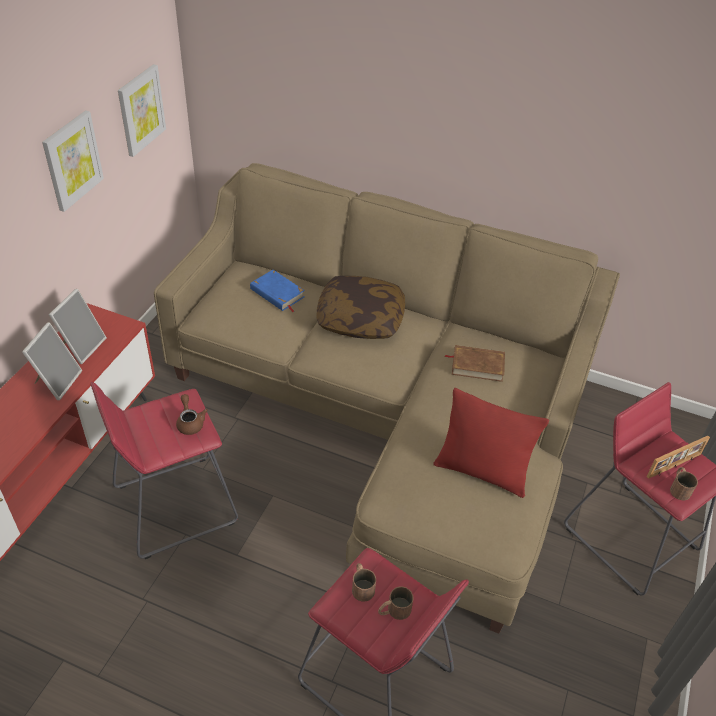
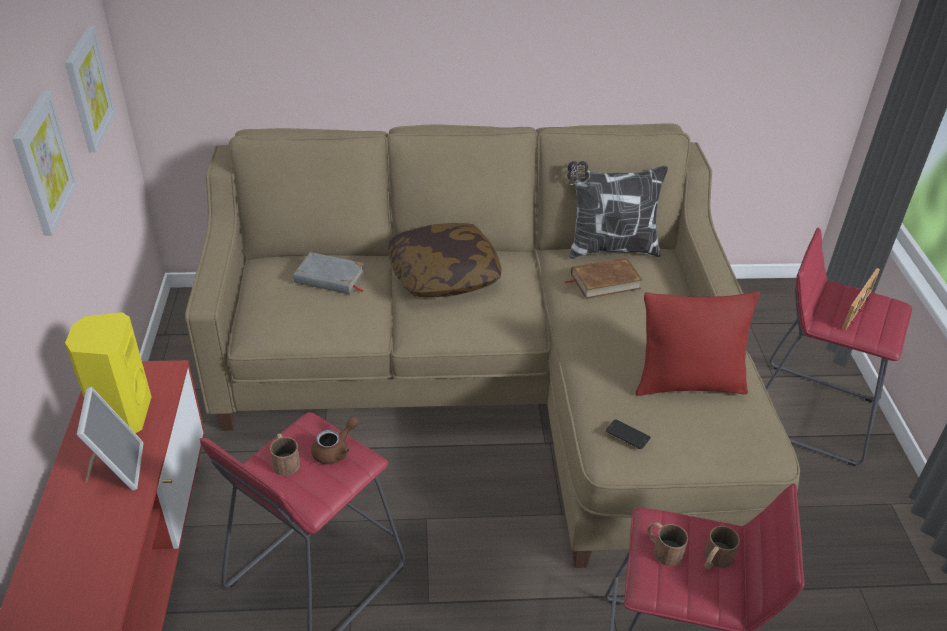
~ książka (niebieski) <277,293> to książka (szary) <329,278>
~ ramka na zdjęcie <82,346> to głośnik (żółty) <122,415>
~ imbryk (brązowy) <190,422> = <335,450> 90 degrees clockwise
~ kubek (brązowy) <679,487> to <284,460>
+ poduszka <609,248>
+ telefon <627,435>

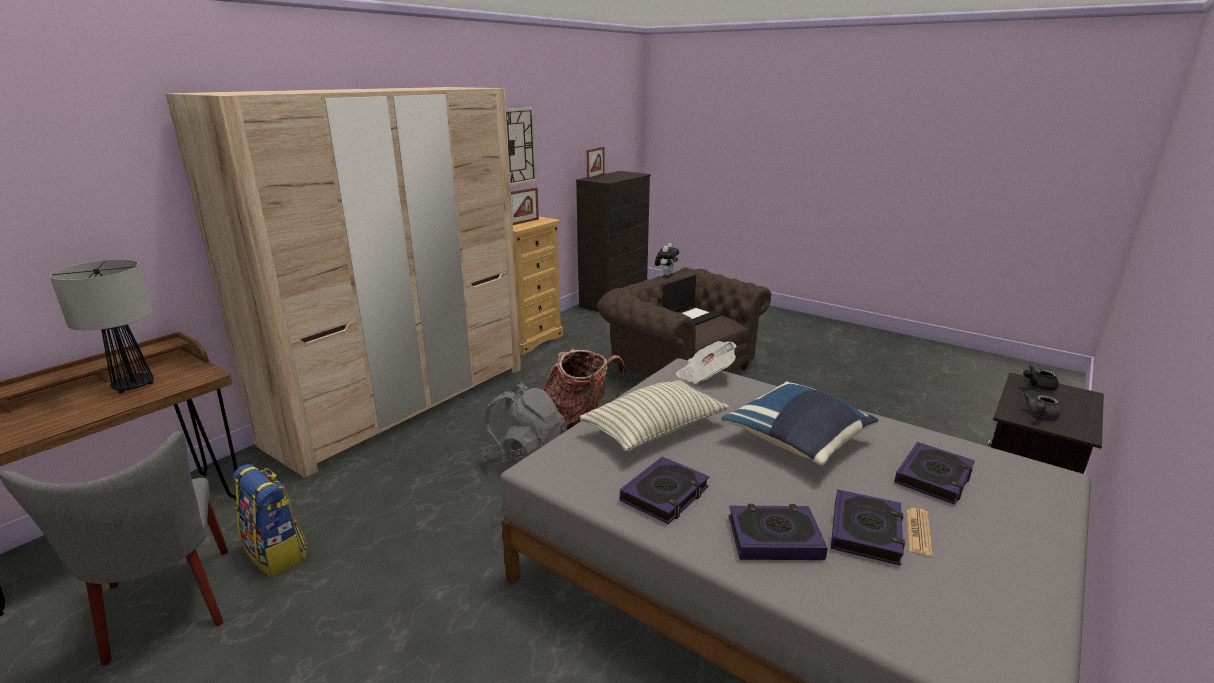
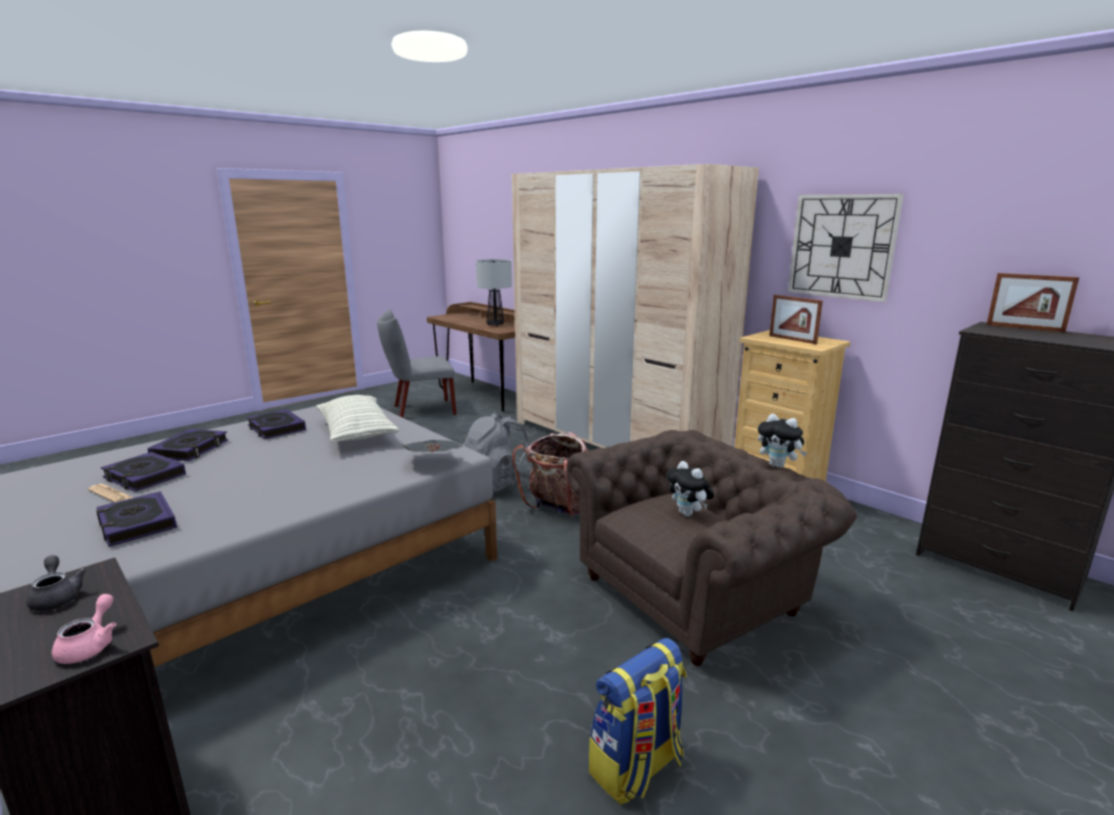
~ laptop <691,316> to pluszak <688,514>
~ imbryk (czarny) <1038,386> to imbryk (różowy) <90,645>
- poduszka (niebieski) <798,441>
~ plecak <277,553> to <637,768>

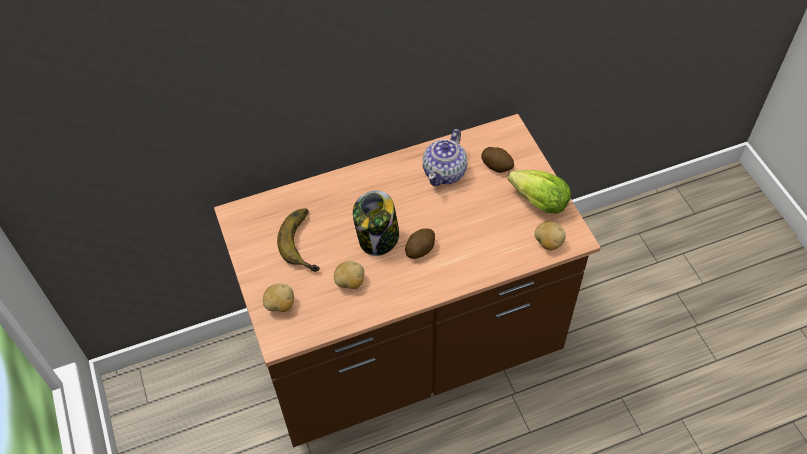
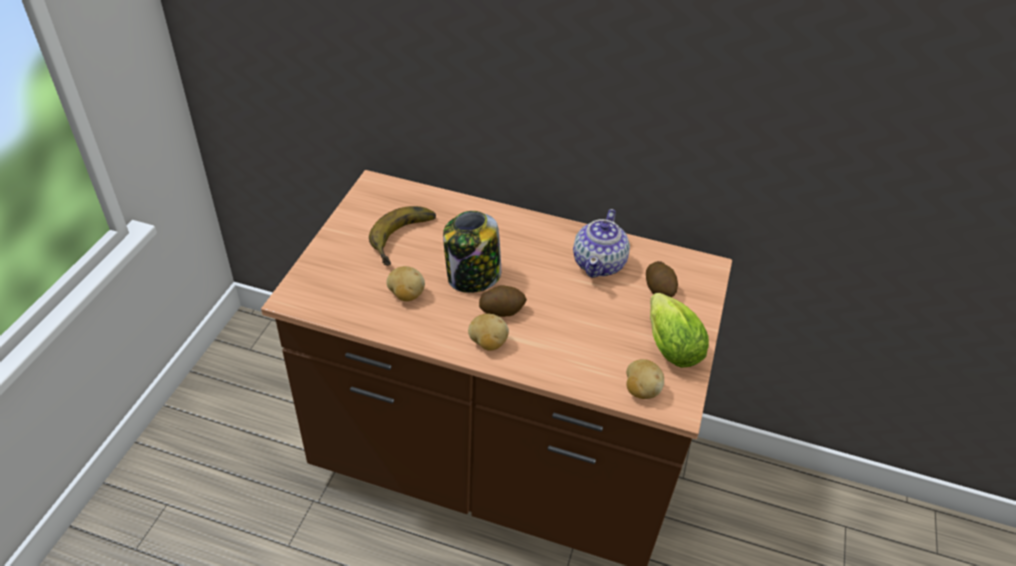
~ imbryk <445,172> = <599,263> 45 degrees counterclockwise
~ ziemniak <280,305> to <487,343>

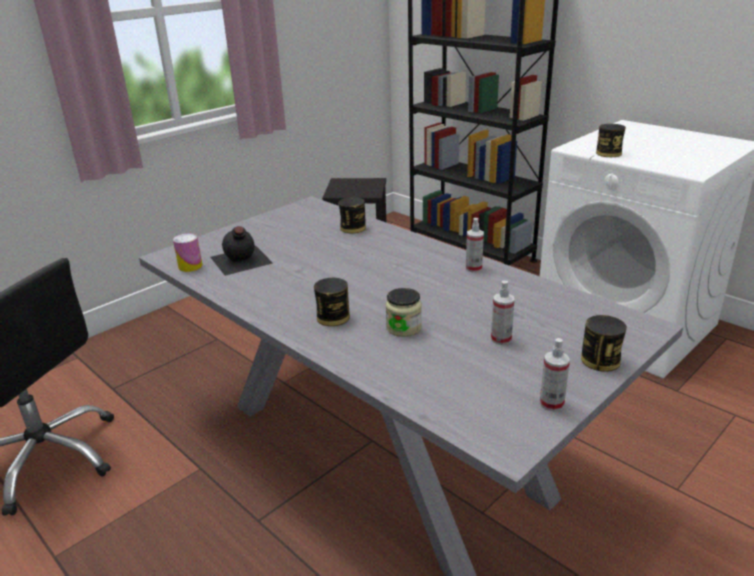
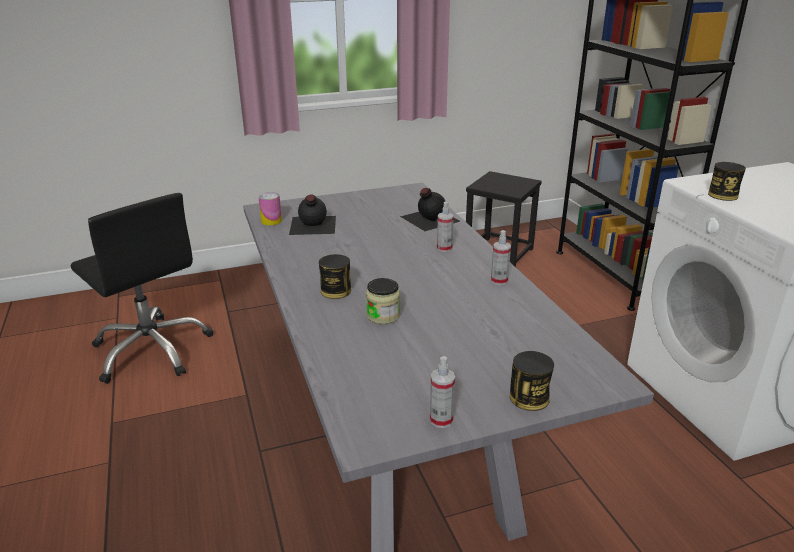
~ puszka <353,228> to butelka (czarny) <428,218>
~ spryskiwacz <501,339> to <444,248>

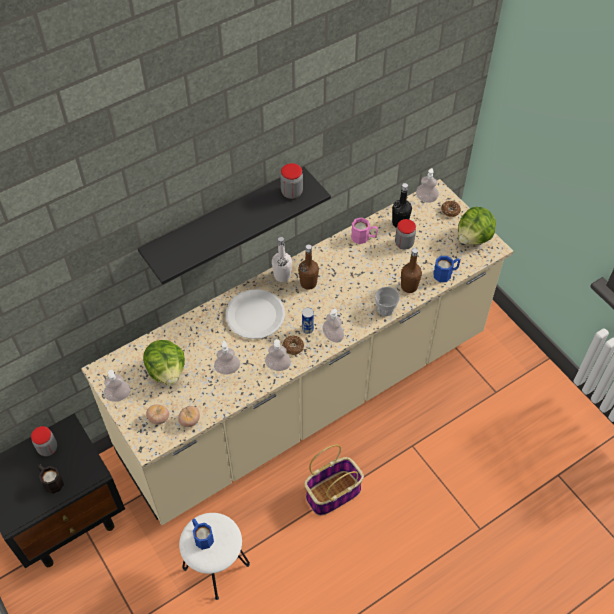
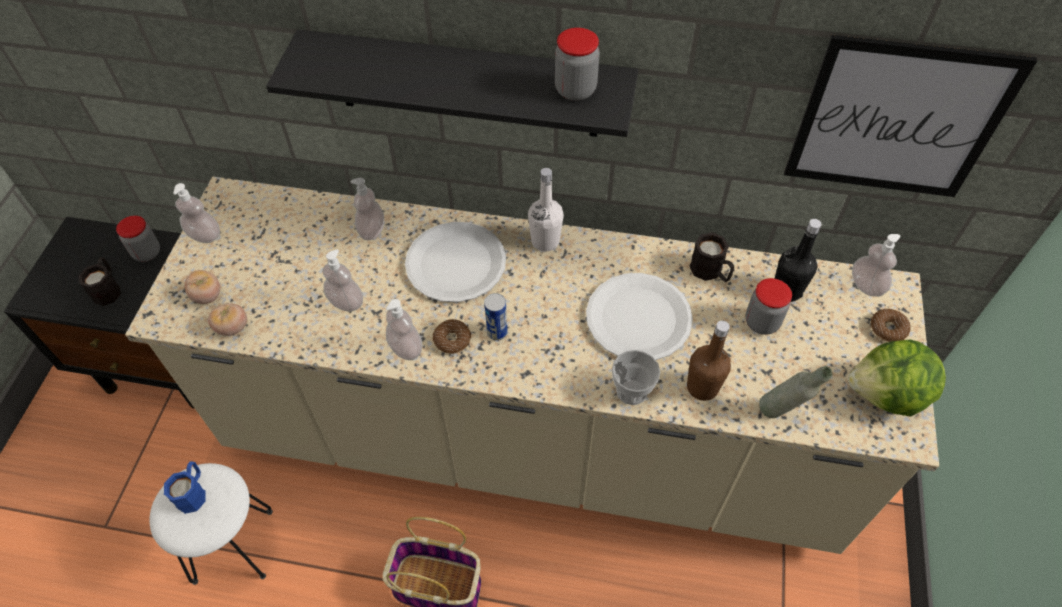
~ kubek (różowy) <364,237> to kubek (czarny) <711,272>
- butelka (brązowy) <308,283>
~ kubek (niebieski) <445,274> to butelka (szary) <781,413>
~ dozownik mydła <333,336> to <372,230>
- sałata <167,371>
+ obraz <897,120>
+ talerz (biały) <638,318>

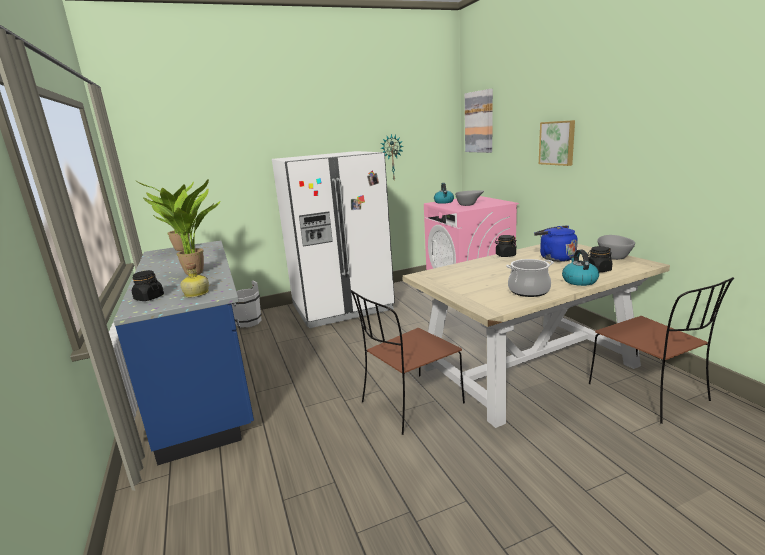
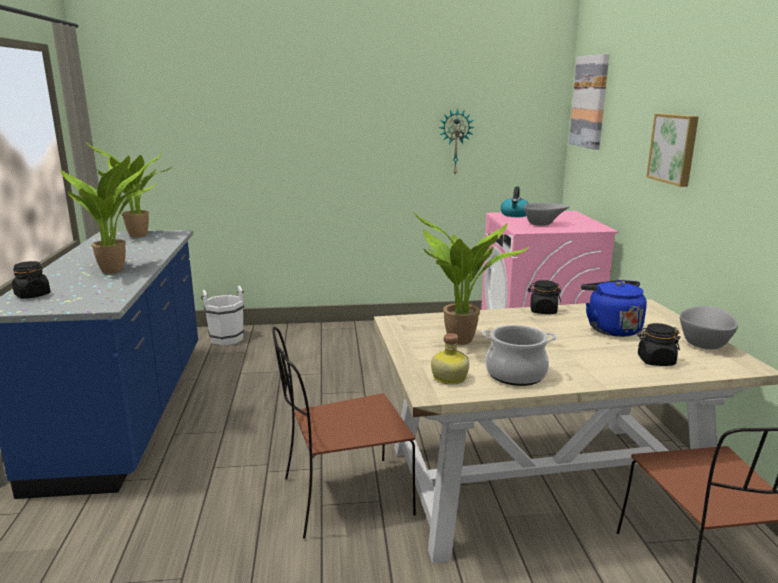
- lodówka (biały) <342,307>
- czajnik <579,281>
~ butelka <196,294> to <448,377>
+ roślina doniczkowa <459,343>

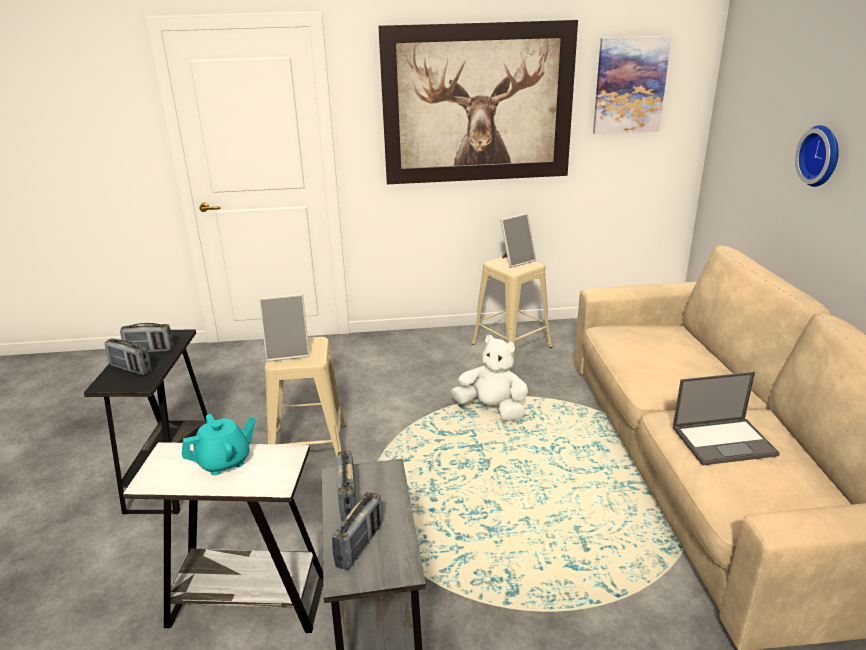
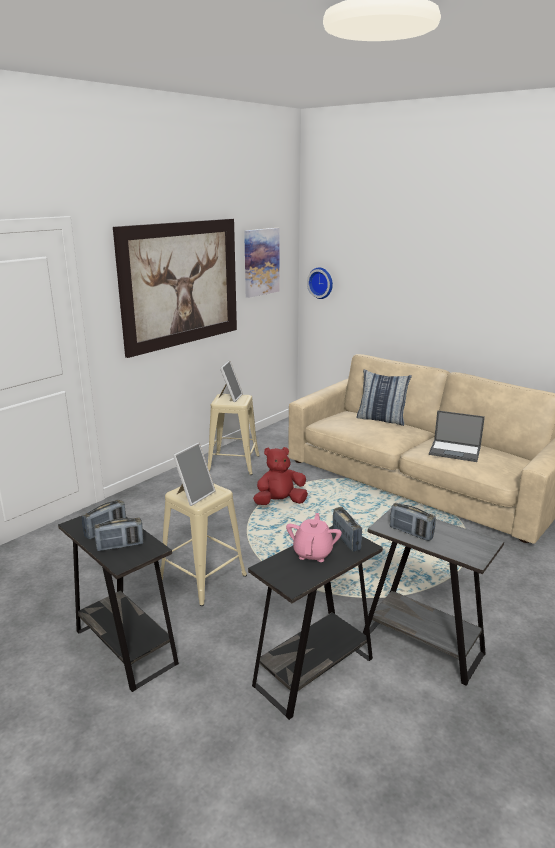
~ zegar ścienny <822,156> to <321,283>
~ pluszak (biały) <492,409> to pluszak (czerwony) <280,502>
~ laptop <724,441> = <455,451> 75 degrees clockwise
~ imbryk (turkusowy) <224,461> to imbryk (różowy) <313,553>
~ stolik (biały) <247,602> to stolik (czarny) <313,672>
~ radio <359,545> to <346,540>
+ poduszka <381,419>

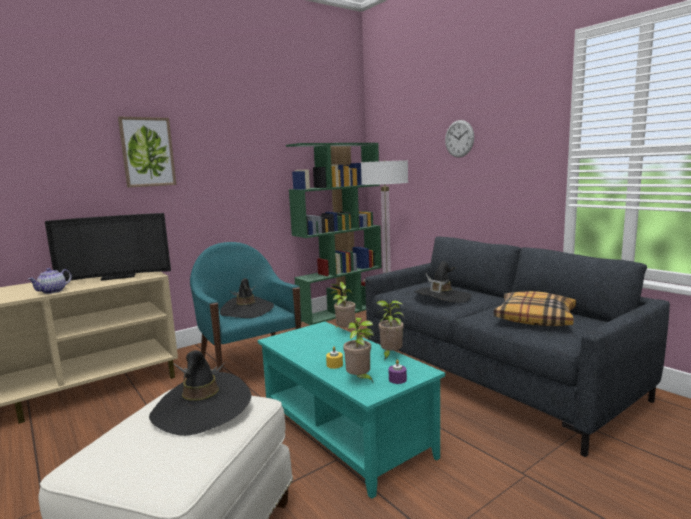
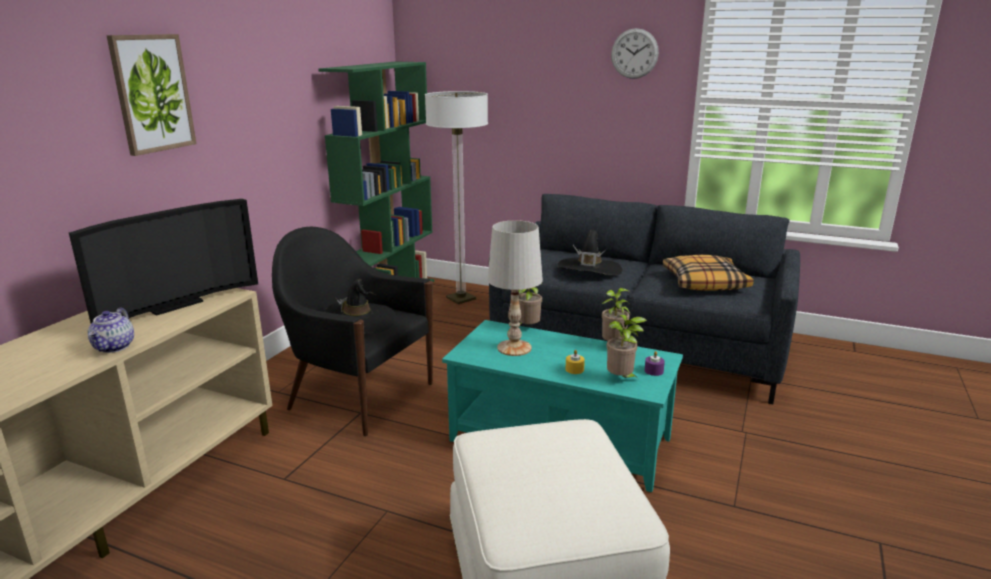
~ zegar ścienny <459,138> to <634,53>
~ fotel (turkusowy) <249,367> to fotel (czarny) <359,395>
- kapelusz (czarny) <202,408>
+ lampa stołowa (biały) <514,348>

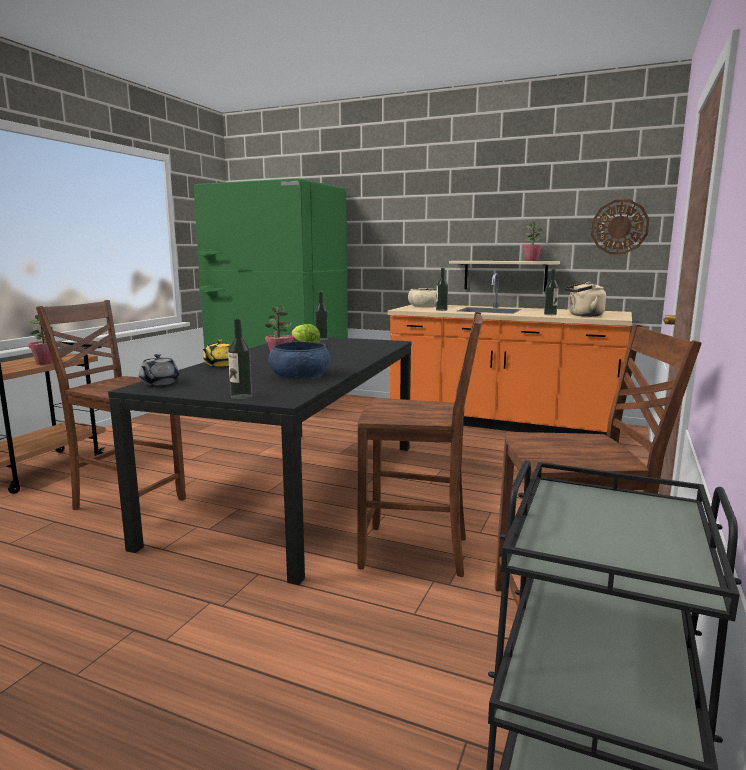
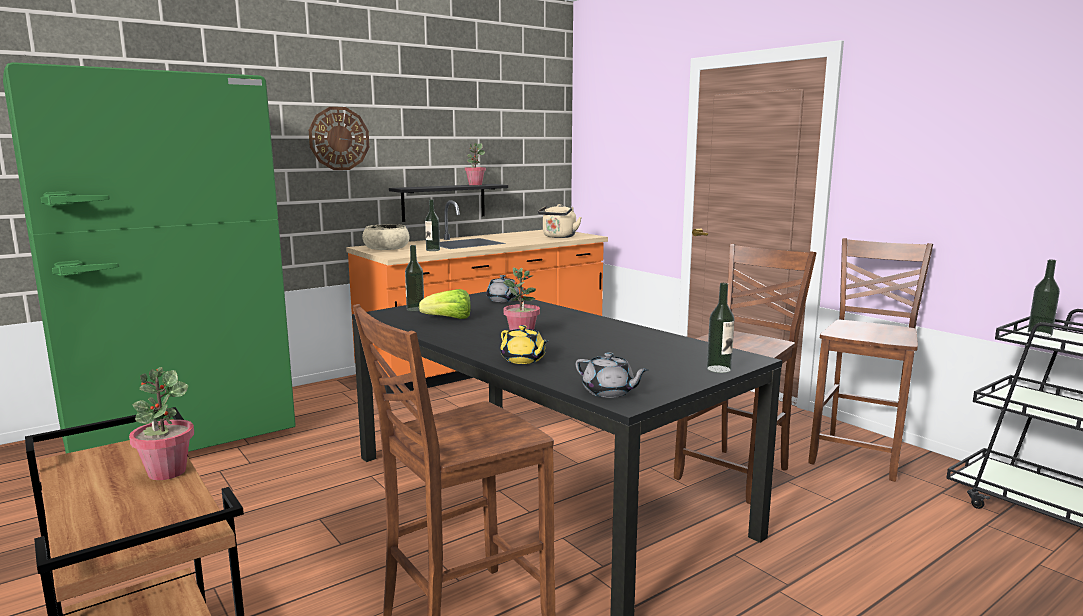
~ zegar ścienny <619,227> to <339,138>
~ półka (beżowy) <505,275> to półka (czarny) <444,202>
~ butelka <550,314> to <1039,334>
- miska (niebieski) <300,375>
+ imbryk (szary) <503,300>

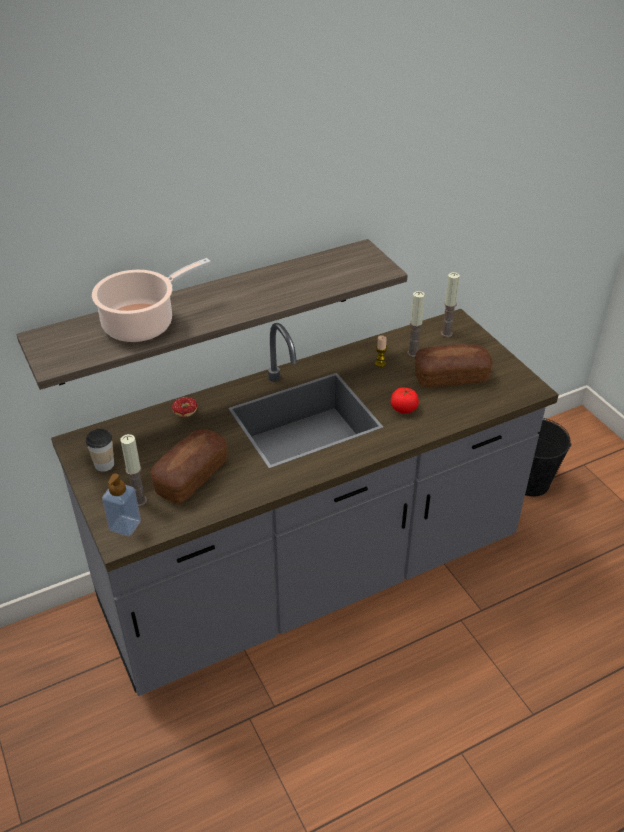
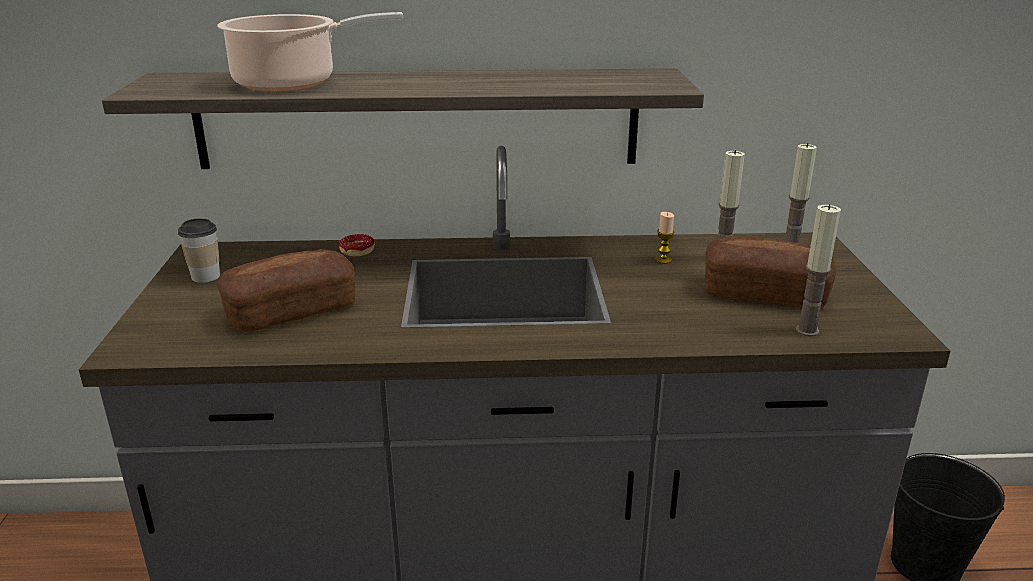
- pomidor <404,409>
~ świeca <139,501> to <807,330>
- dozownik mydła <125,526>

